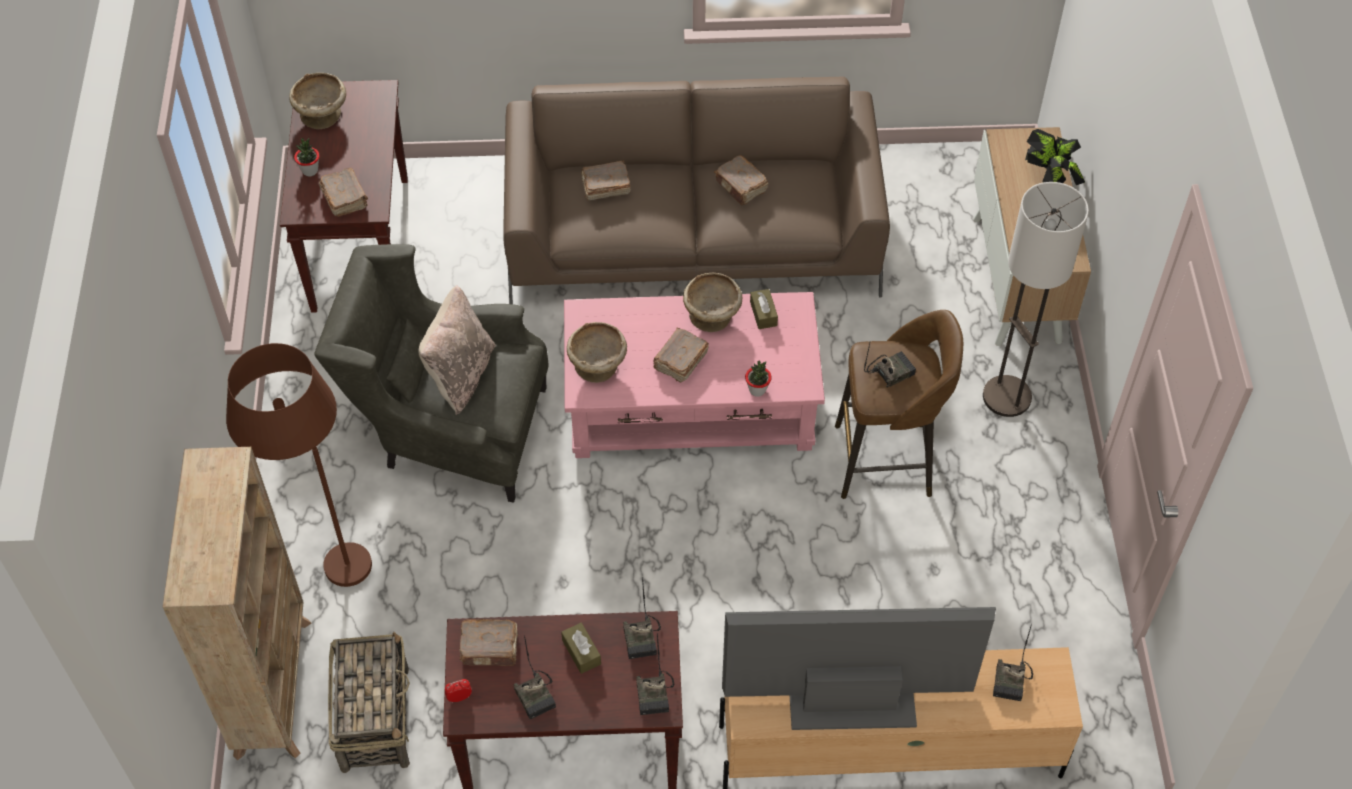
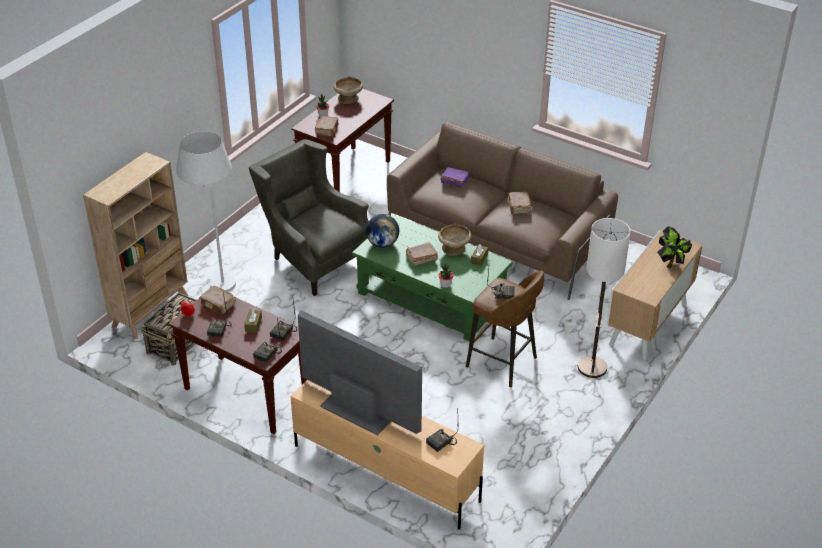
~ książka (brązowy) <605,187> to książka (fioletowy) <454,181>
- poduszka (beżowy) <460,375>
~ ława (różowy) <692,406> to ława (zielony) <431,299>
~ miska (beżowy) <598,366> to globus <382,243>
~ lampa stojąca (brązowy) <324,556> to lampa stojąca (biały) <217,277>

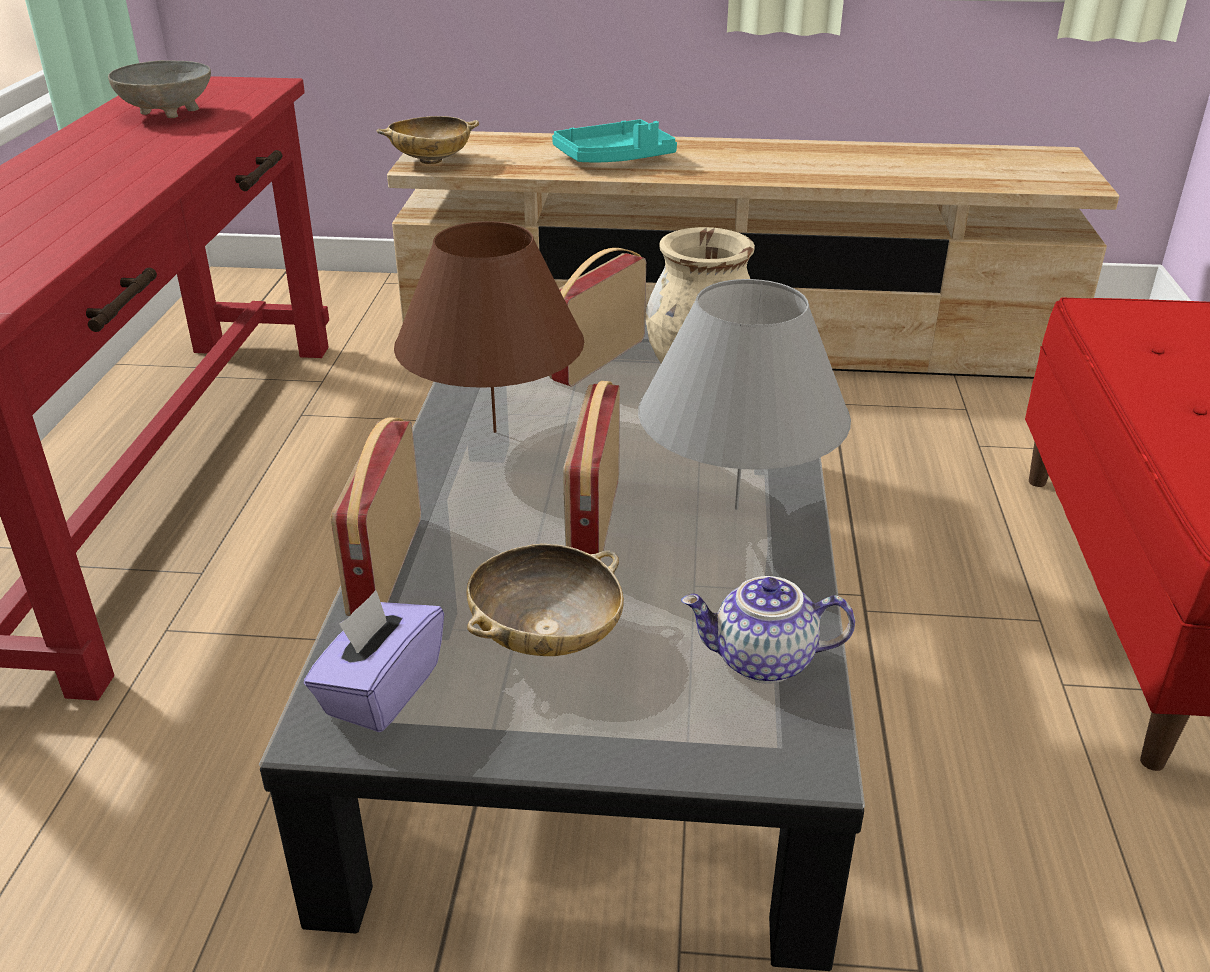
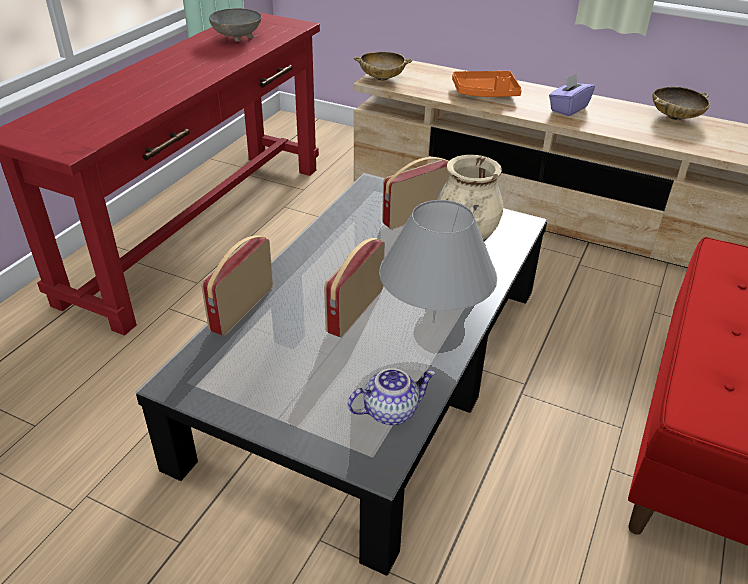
~ taca (turkusowy) <615,158> to taca (pomarańczowy) <485,93>
- lampa stołowa (brązowy) <494,431>
~ miska (beżowy) <546,637> to <675,117>
~ imbryk <762,662> = <390,410> 135 degrees clockwise
~ pudełko chusteczek (fioletowy) <381,690> to <568,109>

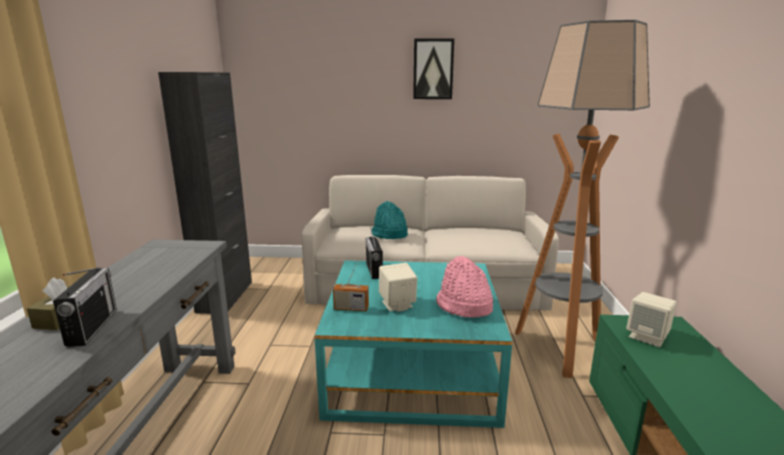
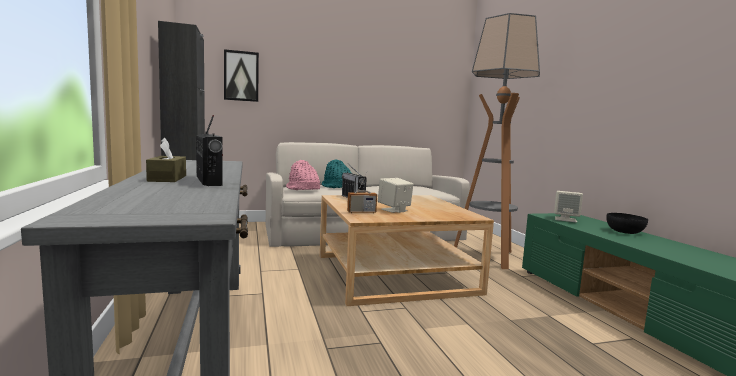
~ obraz <433,69> to <241,76>
~ kapelusz (różowy) <463,306> to <302,189>
~ ława (turkusowy) <412,368> to ława (beżowy) <394,273>
+ miska (czarny) <624,232>

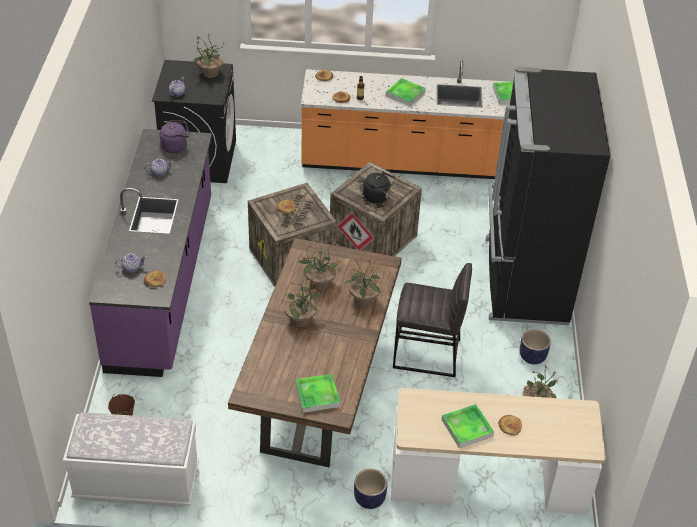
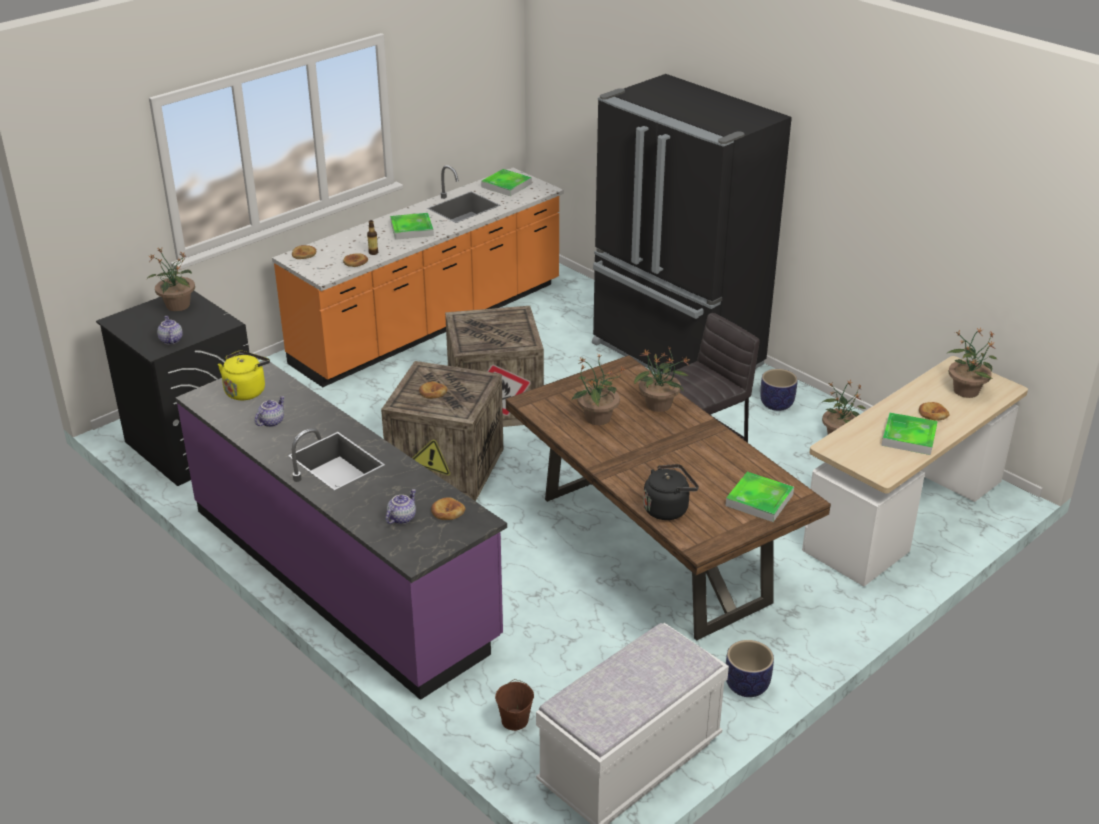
~ czajnik (fioletowy) <176,146> to czajnik (żółty) <246,390>
~ czajnik (czarny) <378,197> to <668,509>
~ roślina doniczkowa <301,320> to <966,390>
~ donica <369,499> to <746,686>

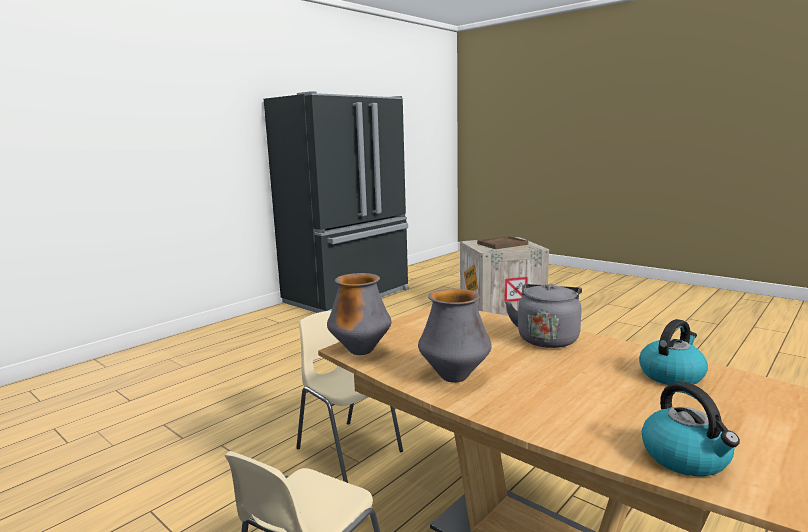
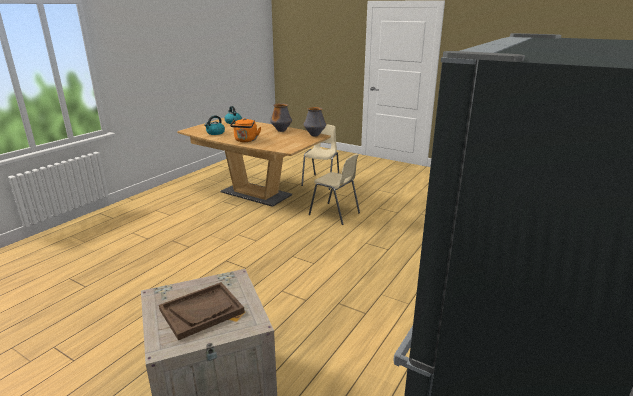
~ czajnik (szary) <547,338> to czajnik (pomarańczowy) <245,140>

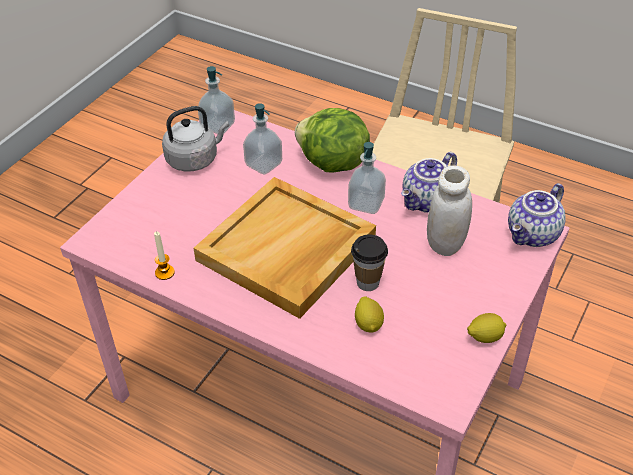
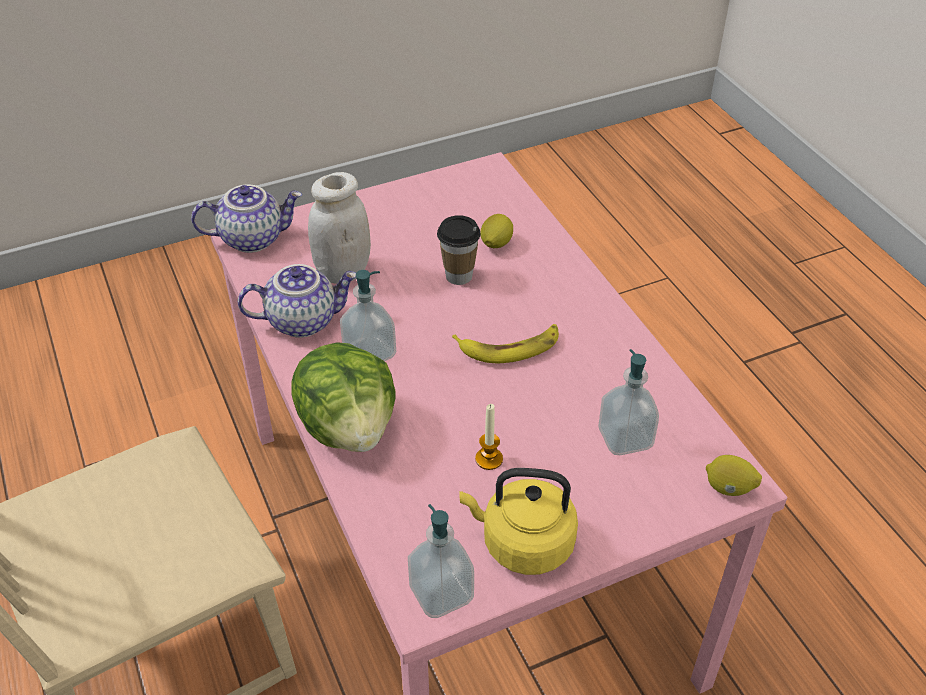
~ dozownik mydła <263,164> to <625,438>
~ czajnik (szary) <195,159> to czajnik (żółty) <522,543>
~ taca (beżowy) <286,250> to banan <509,347>
~ świeca <164,272> to <489,459>
~ cytryna <484,337> to <728,488>

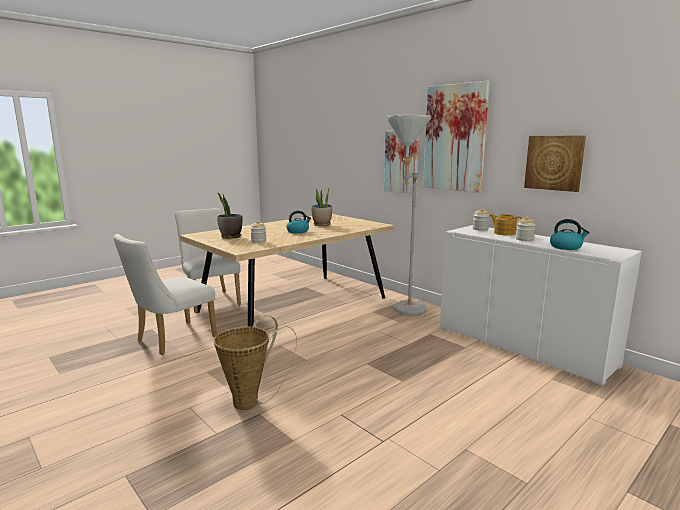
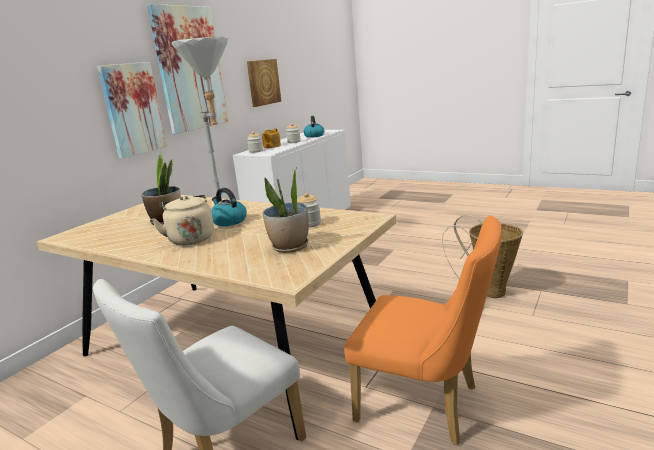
~ krzesło (biały) <171,340> to krzesło (pomarańczowy) <426,405>
+ czajnik (beżowy) <190,238>

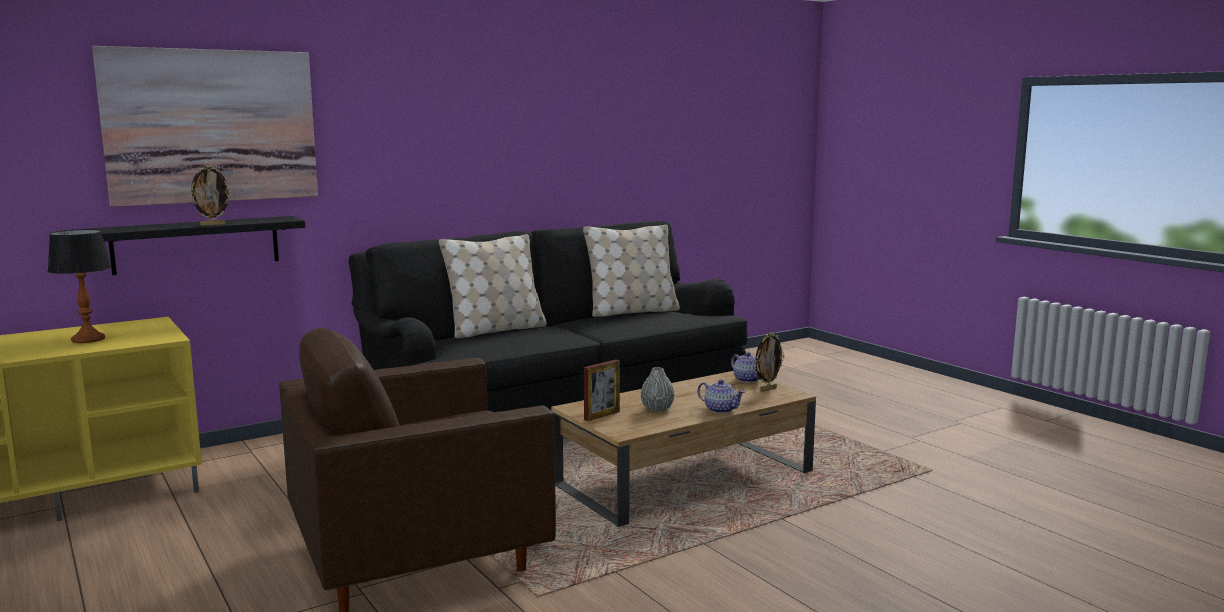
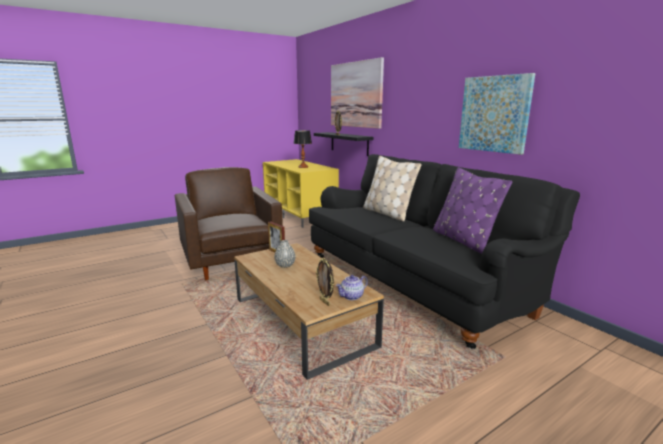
~ poduszka (beżowy) <632,311> to poduszka (fioletowy) <463,240>
- imbryk <720,410>
+ obraz <494,114>

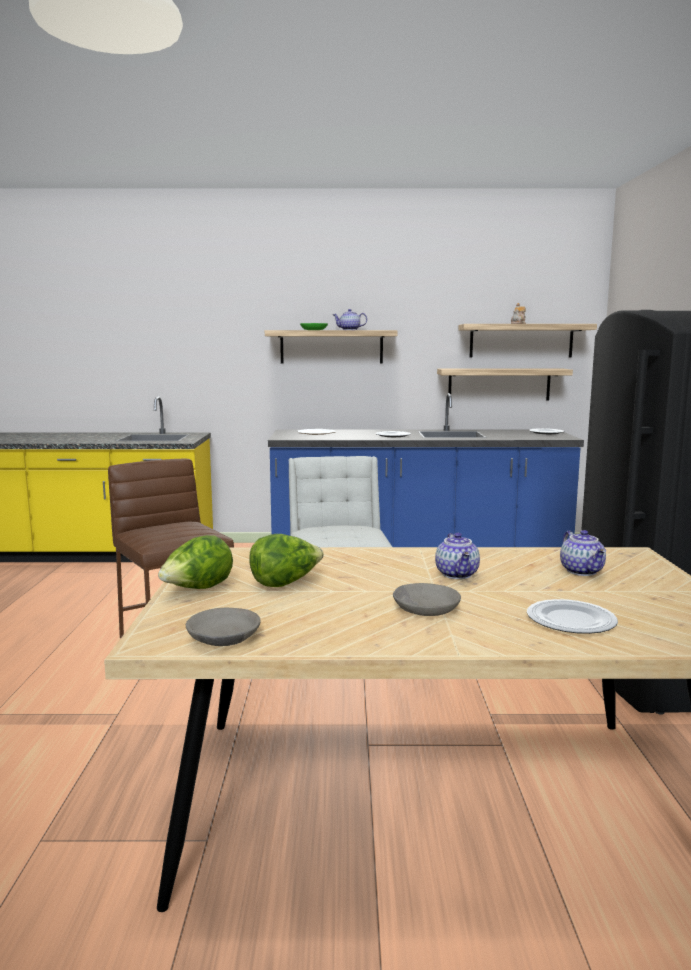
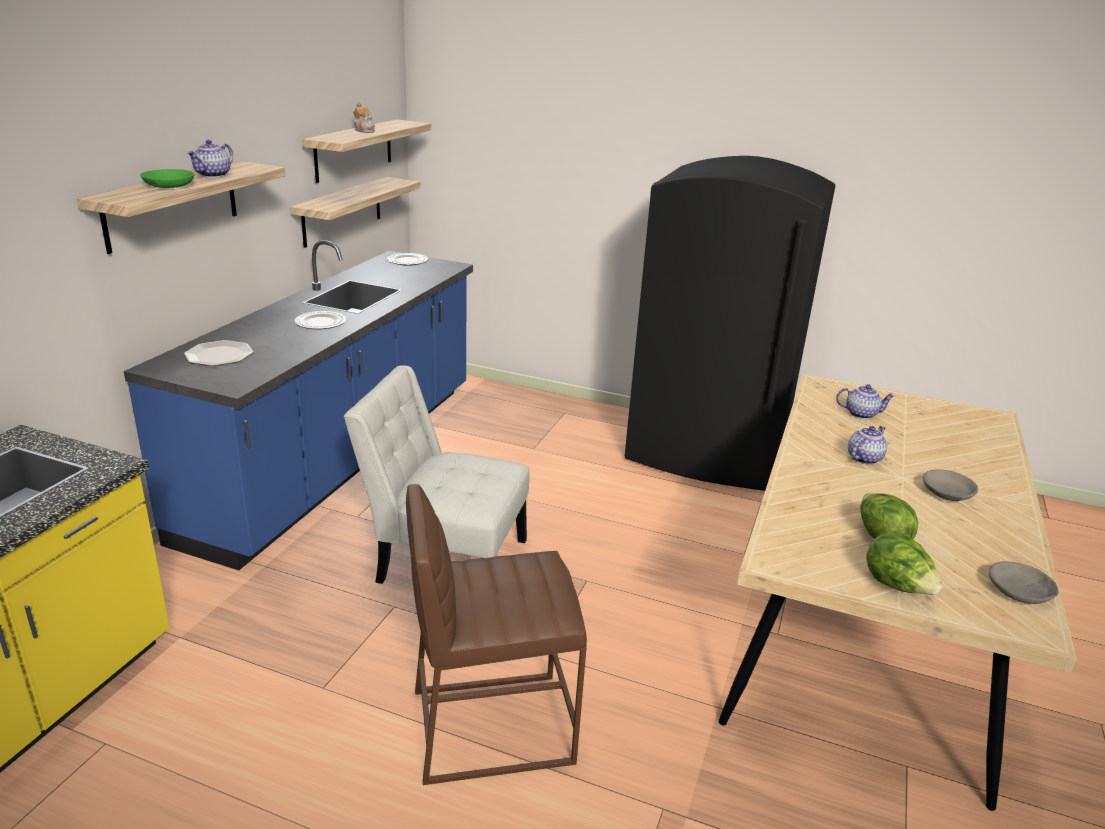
~ imbryk <458,574> = <863,458> 60 degrees counterclockwise
- talerz <572,620>

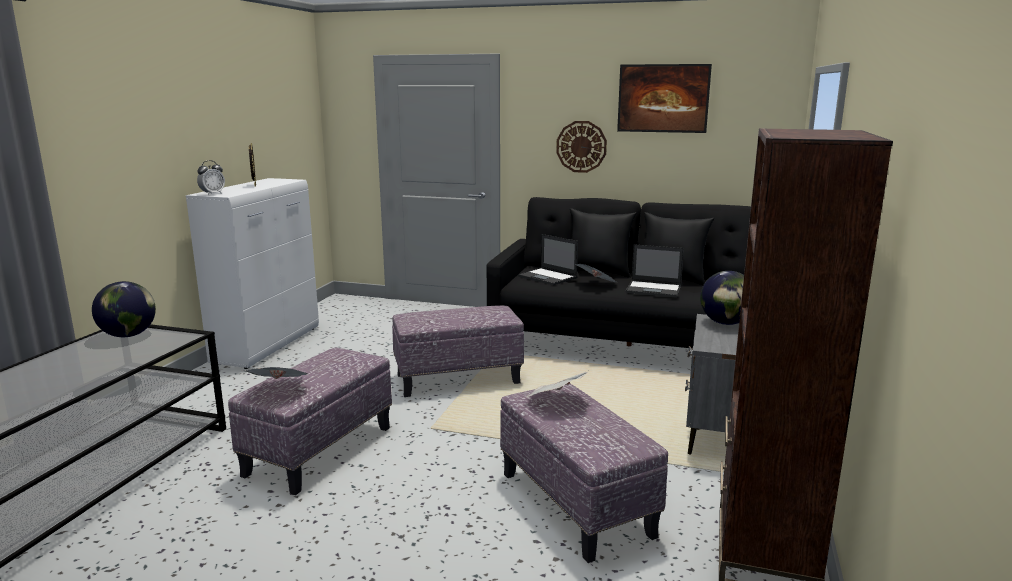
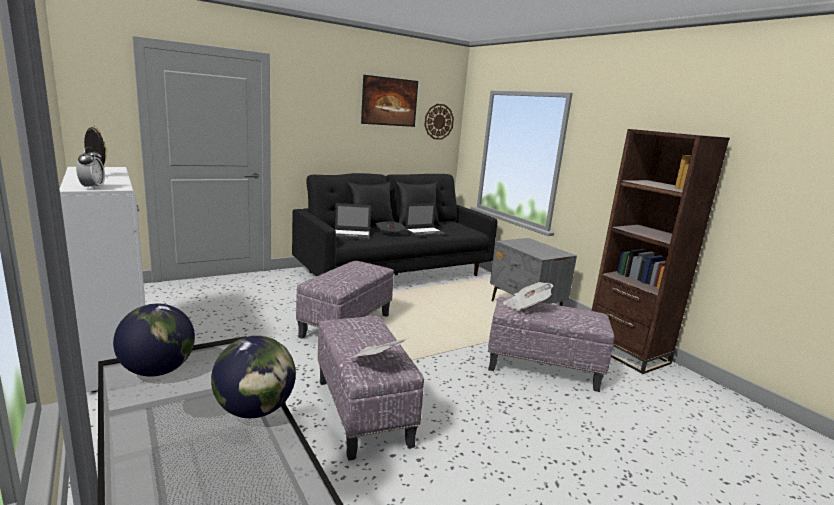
~ zegar ścienny <581,146> to <438,121>
~ globus <725,323> to <255,410>

